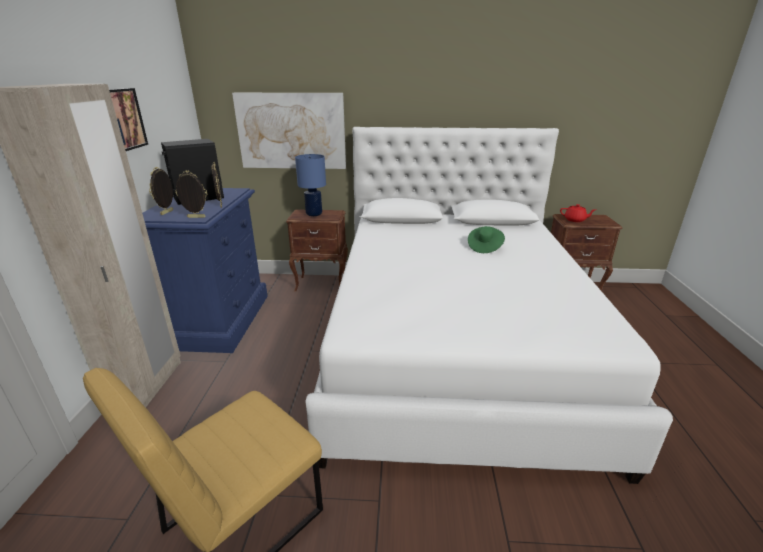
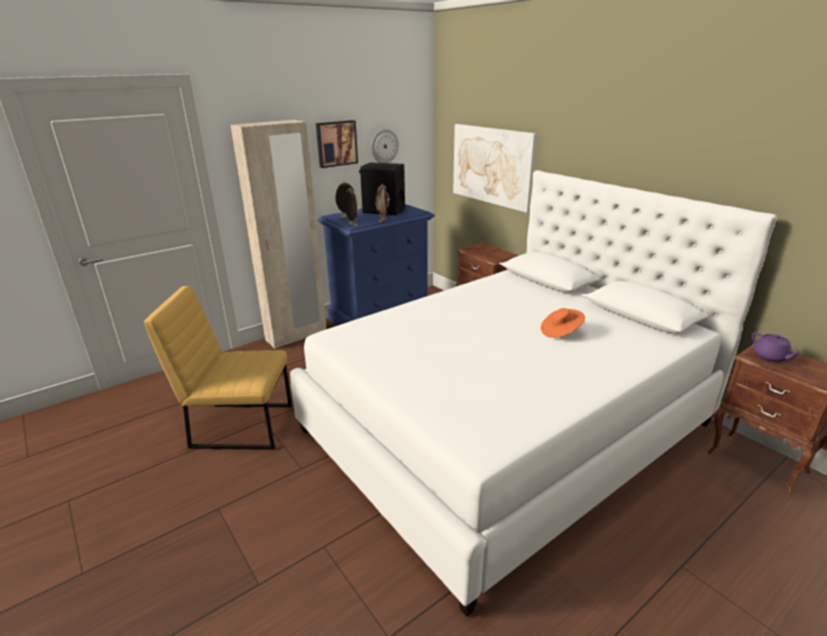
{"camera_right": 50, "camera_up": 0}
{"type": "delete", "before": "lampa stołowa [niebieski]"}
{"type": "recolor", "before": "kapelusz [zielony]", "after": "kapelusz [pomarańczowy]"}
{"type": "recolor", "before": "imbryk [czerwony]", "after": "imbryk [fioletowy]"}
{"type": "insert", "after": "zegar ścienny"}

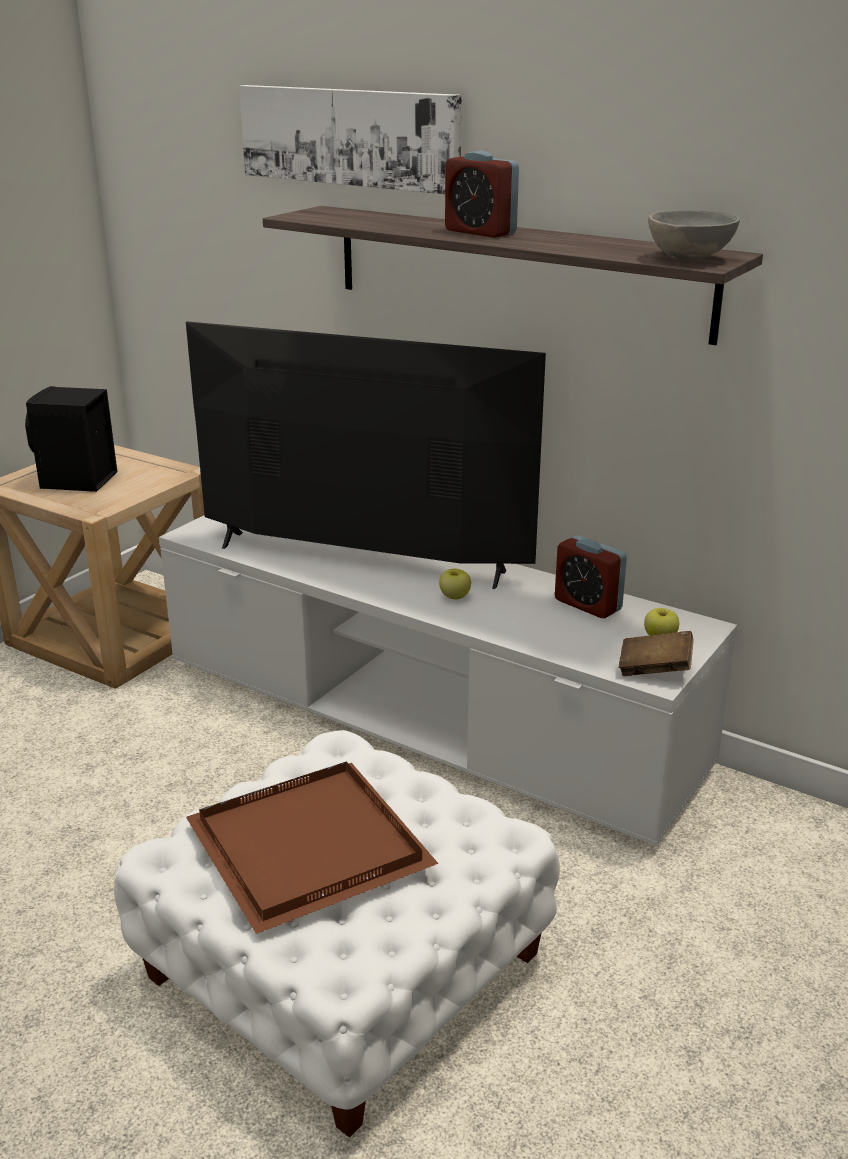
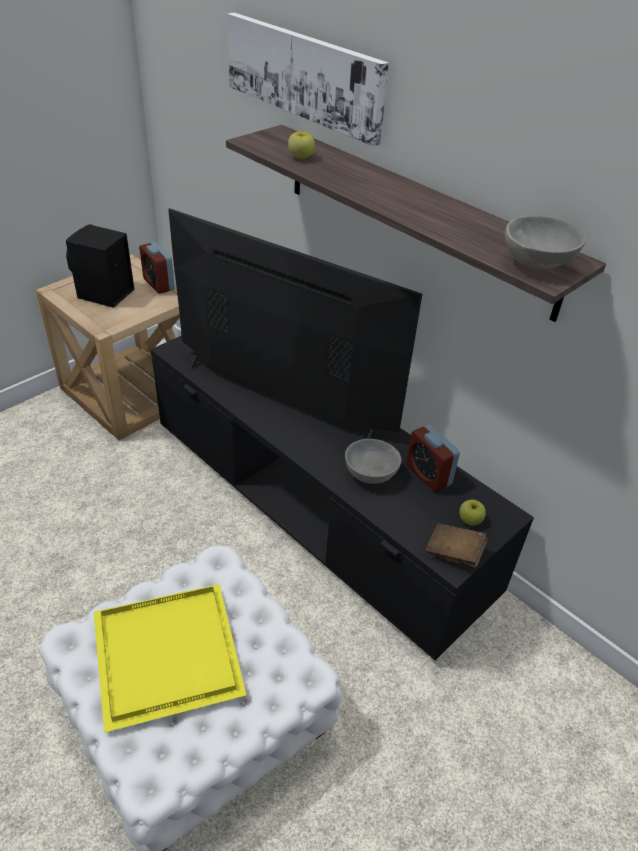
{"camera_right": 10, "camera_up": 15}
{"type": "recolor", "before": "szafka pod telewizor [biały]", "after": "szafka pod telewizor [czarny]"}
{"type": "recolor", "before": "taca [brązowy]", "after": "taca [żółty]"}
{"type": "move", "before": "jabłko (1st from left)"}
{"type": "move", "before": "budzik (1st from left)"}
{"type": "insert", "after": "miska [szary] (1st from left)"}

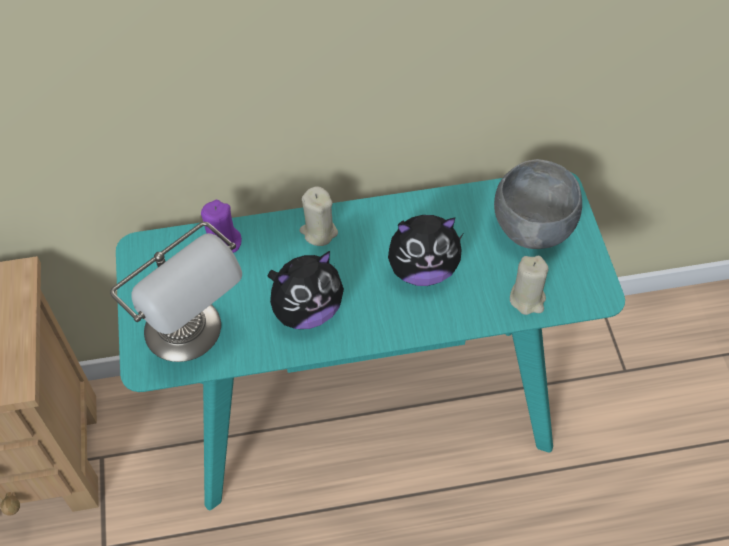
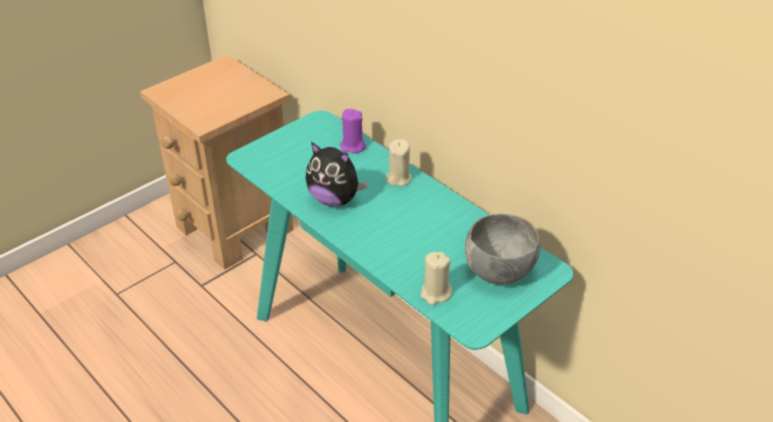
{"camera_right": 55, "camera_up": -15}
{"type": "delete", "before": "lampa stołowa [biały]"}
{"type": "delete", "before": "pluszak (2nd from left)"}

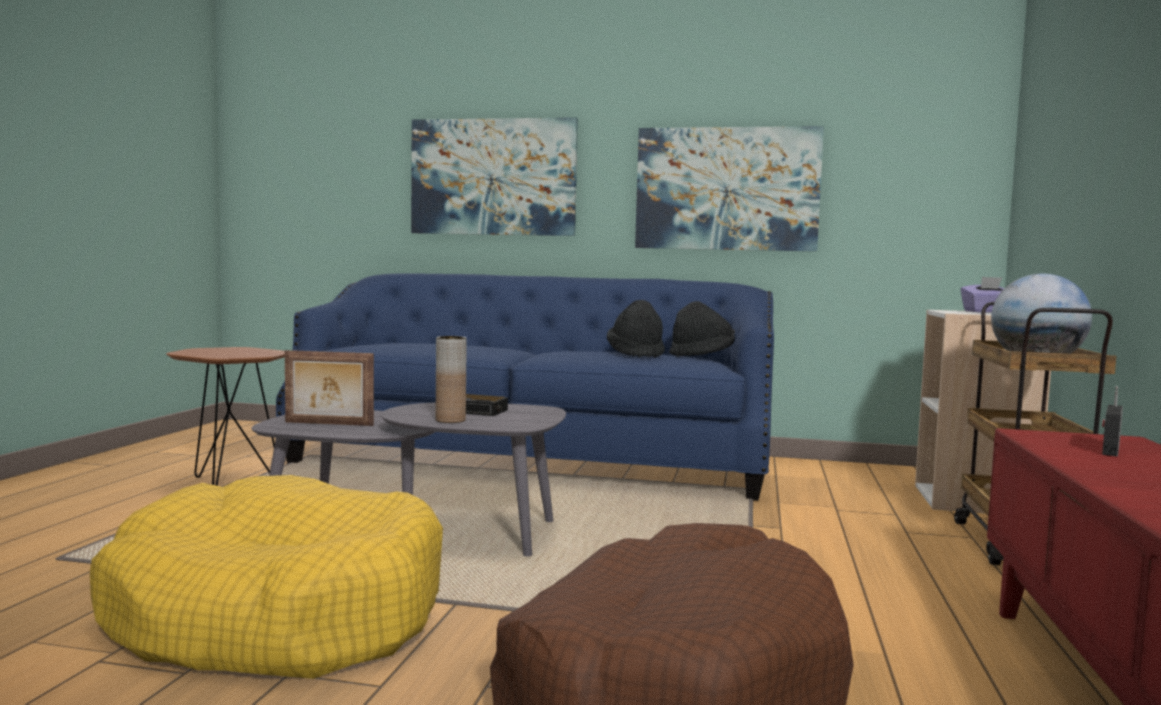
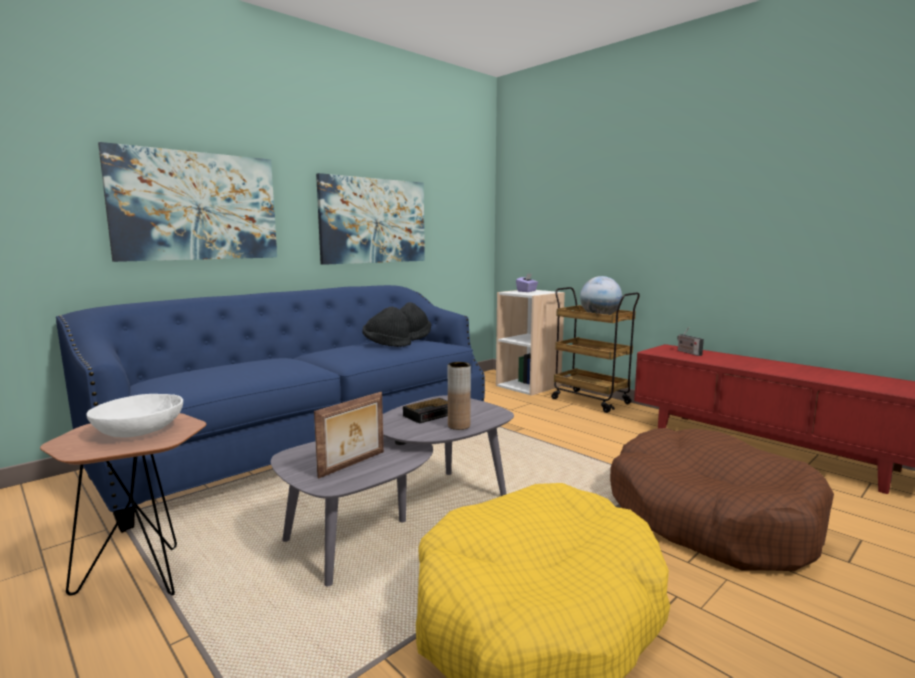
{"camera_right": -55, "camera_up": 5}
{"type": "insert", "after": "miska [biały]"}

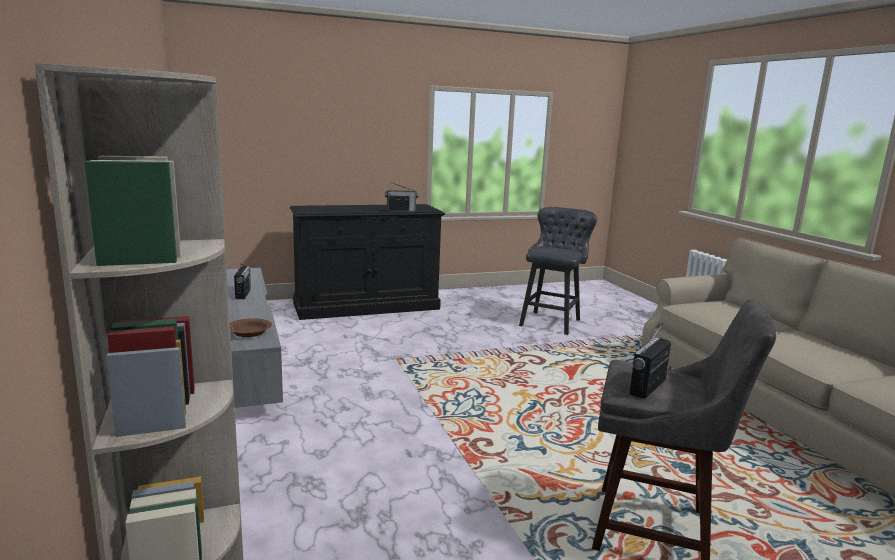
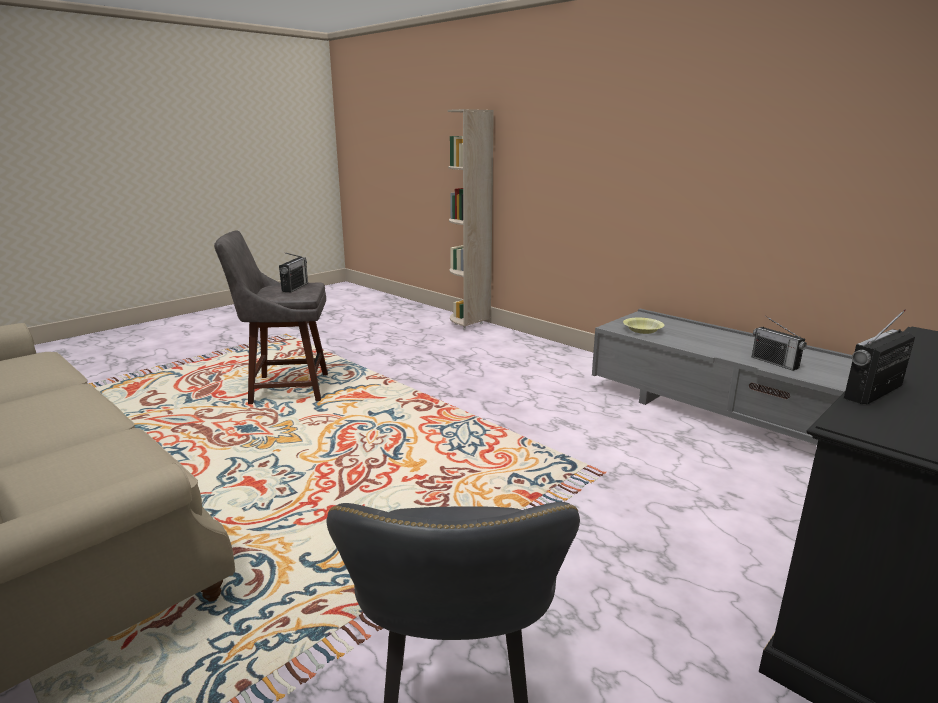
{"camera_right": 155, "camera_up": 5}
{"type": "recolor", "before": "miska [brązowy]", "after": "miska [żółty]"}

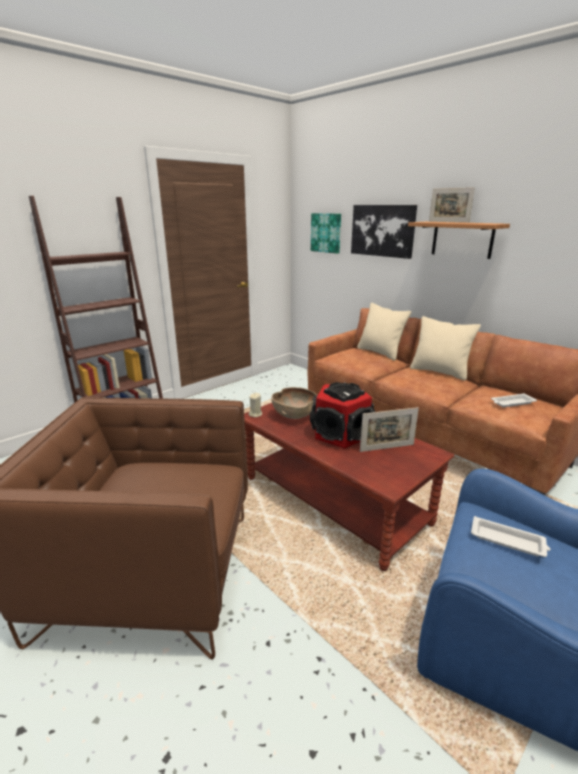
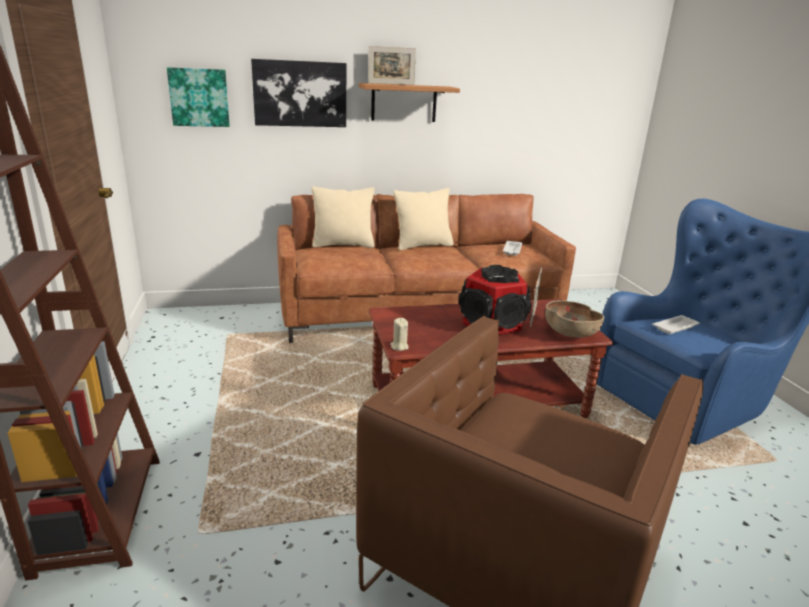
{"camera_right": -60, "camera_up": 0}
{"type": "move", "before": "miska [brązowy]"}

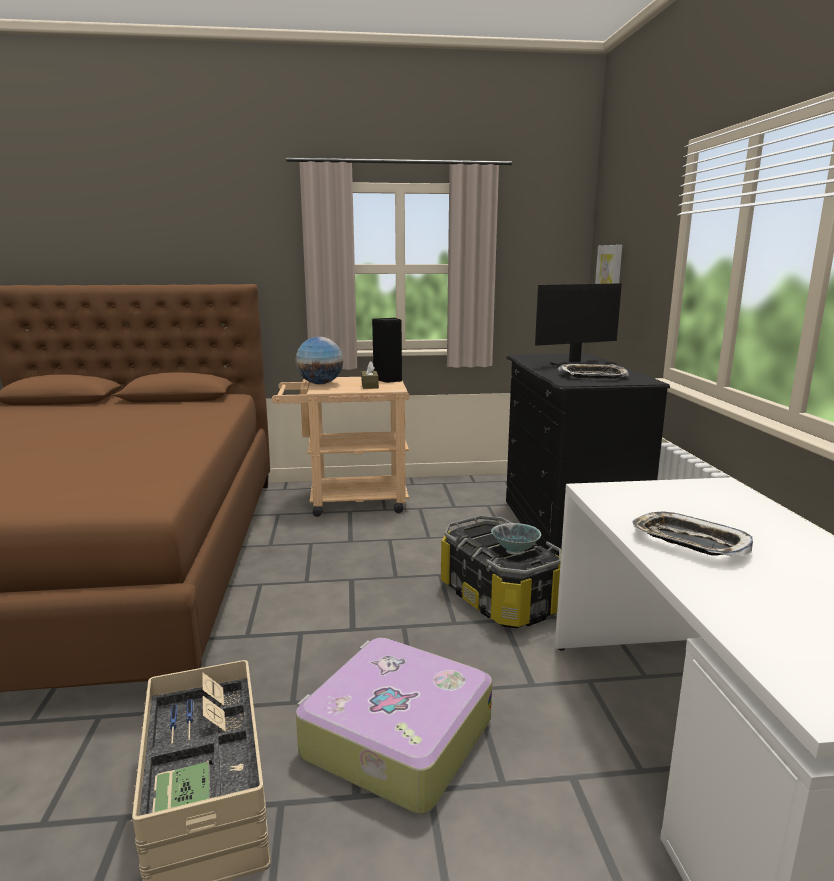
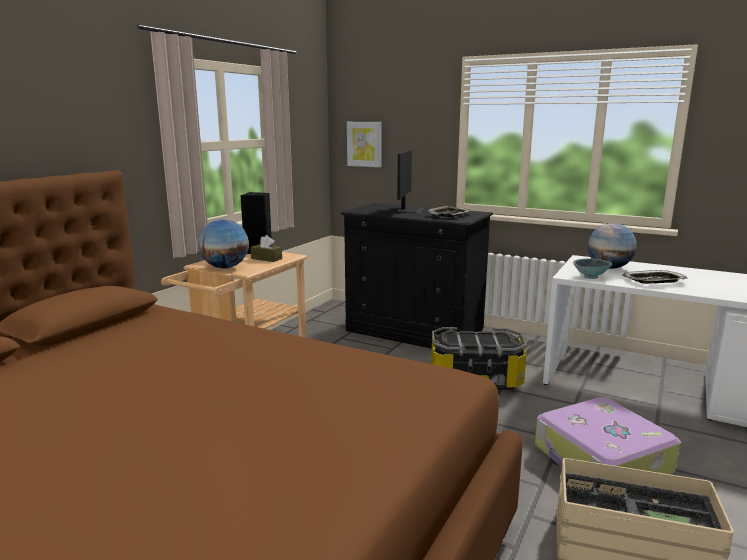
{"camera_right": -55, "camera_up": 0}
{"type": "move", "before": "miska"}
{"type": "insert", "after": "globus (2nd from left)"}

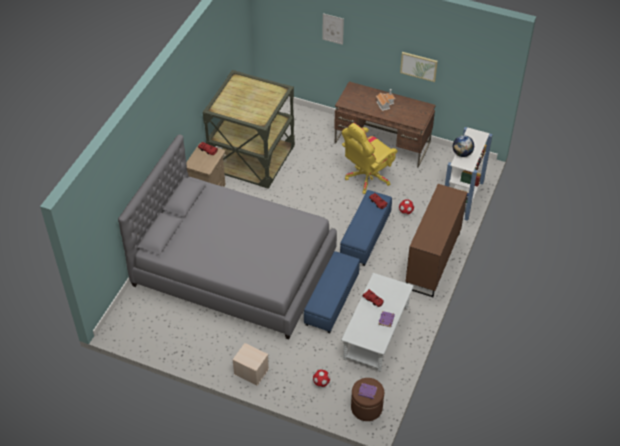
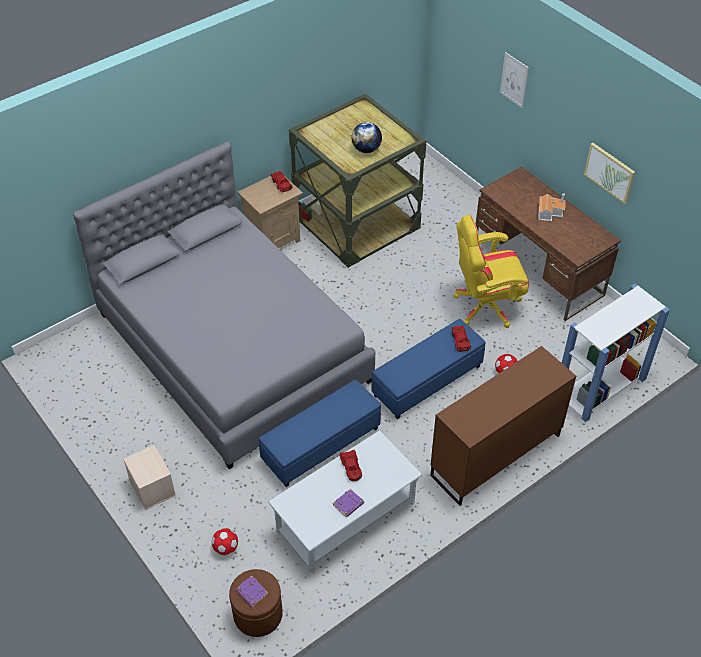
{"camera_right": 30, "camera_up": 0}
{"type": "move", "before": "globus"}

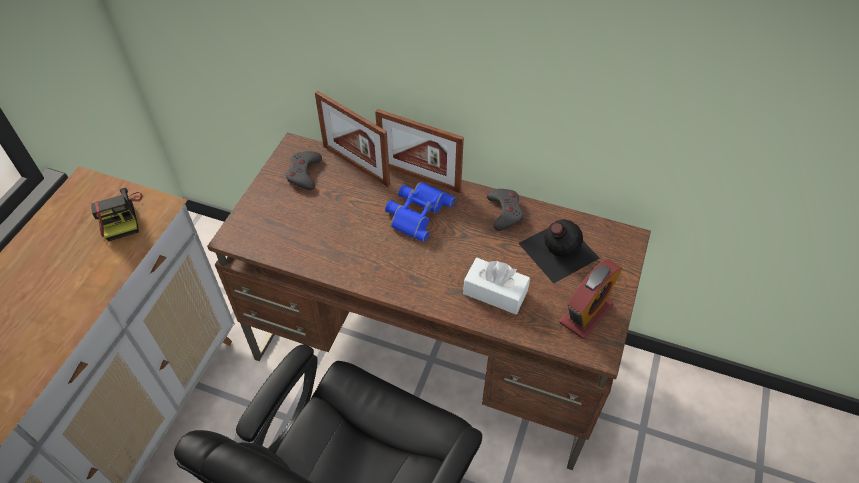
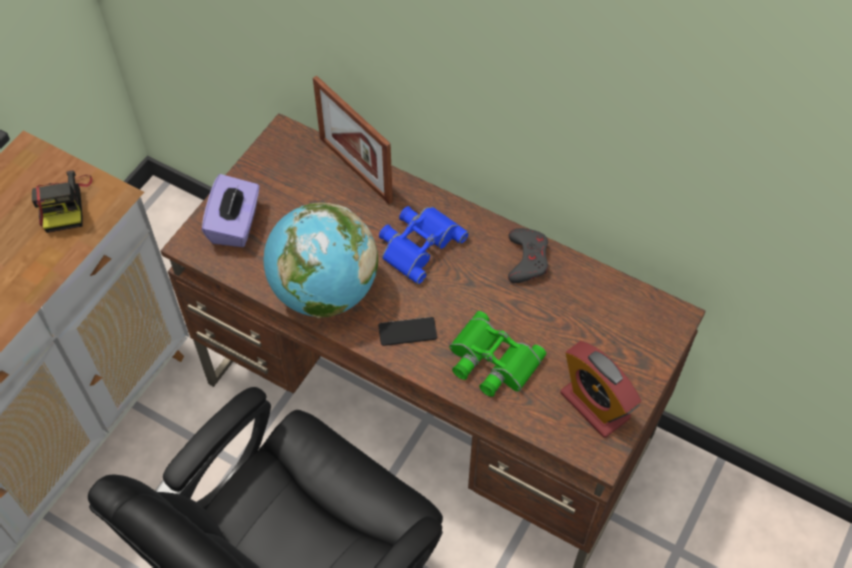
{"camera_right": 10, "camera_up": 5}
{"type": "delete", "before": "pad do gier [szary] (1st from left)"}
{"type": "delete", "before": "ramka na zdjęcie (2nd from left)"}
{"type": "replace", "before": "pudełko chusteczek [biały]", "after": "lornetka [zielony]"}
{"type": "delete", "before": "butelka [czarny]"}
{"type": "rotate", "before": "budzik", "turn": 90}
{"type": "insert", "after": "pudełko chusteczek [fioletowy]"}
{"type": "insert", "after": "globus"}
{"type": "insert", "after": "telefon"}

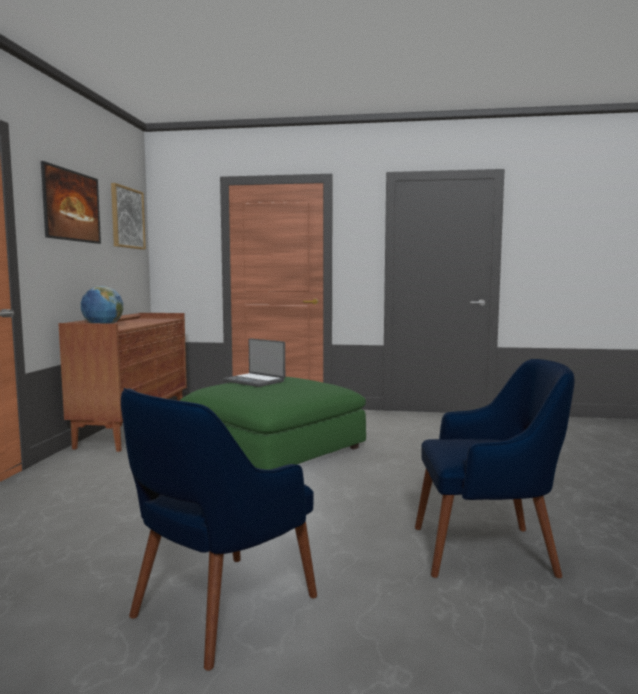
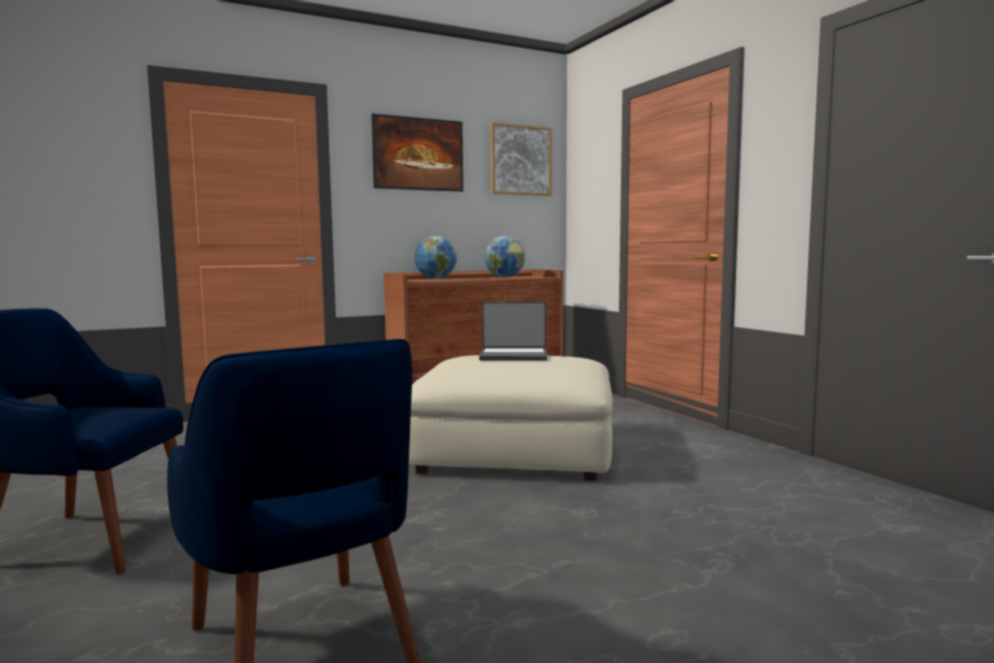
{"camera_right": 55, "camera_up": 0}
{"type": "recolor", "before": "pufa [zielony]", "after": "pufa [beżowy]"}
{"type": "rotate", "before": "laptop", "turn": -90}
{"type": "insert", "after": "globus (2nd from left)"}

